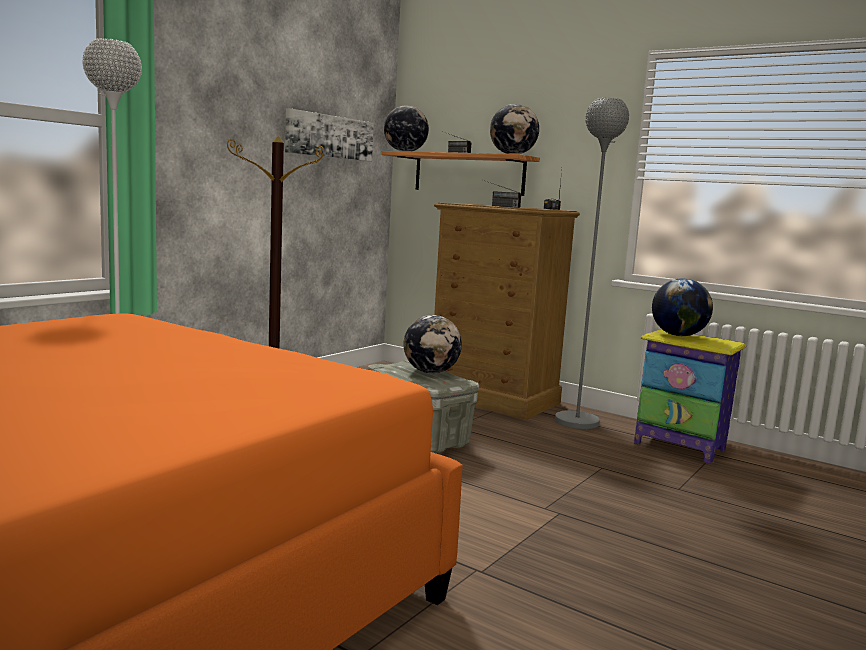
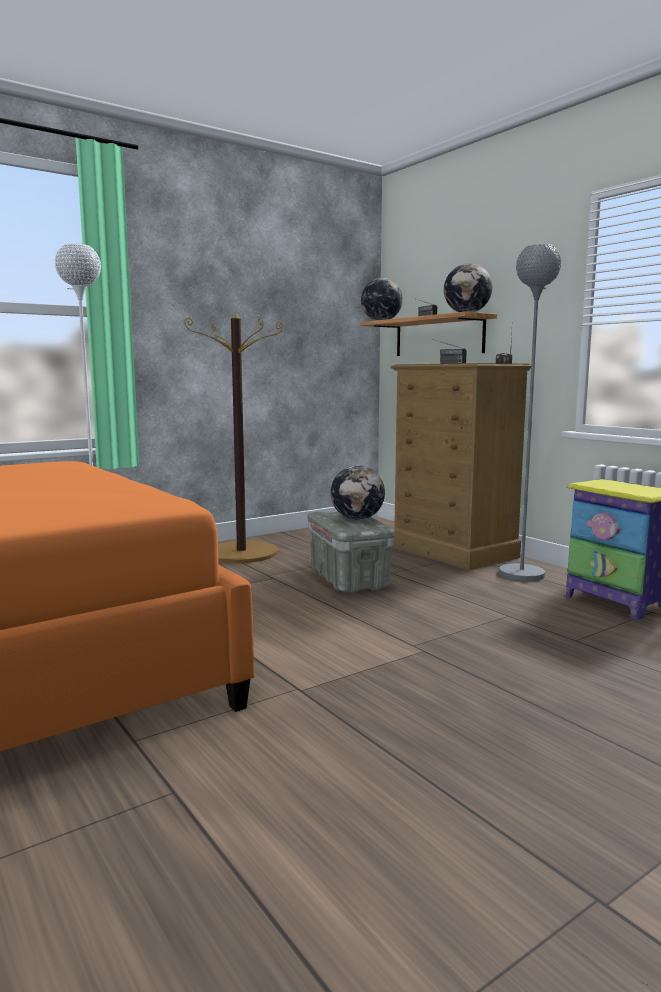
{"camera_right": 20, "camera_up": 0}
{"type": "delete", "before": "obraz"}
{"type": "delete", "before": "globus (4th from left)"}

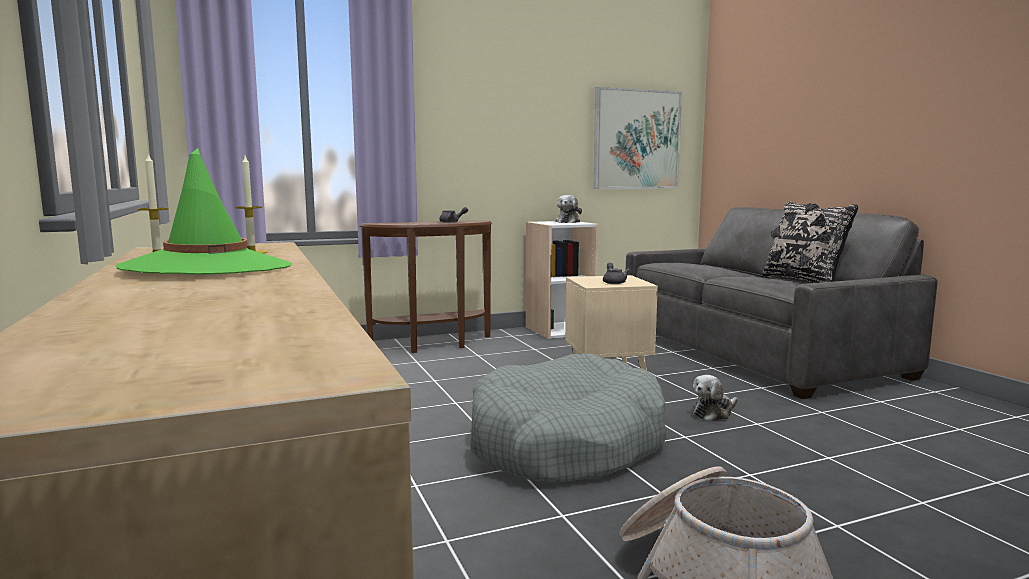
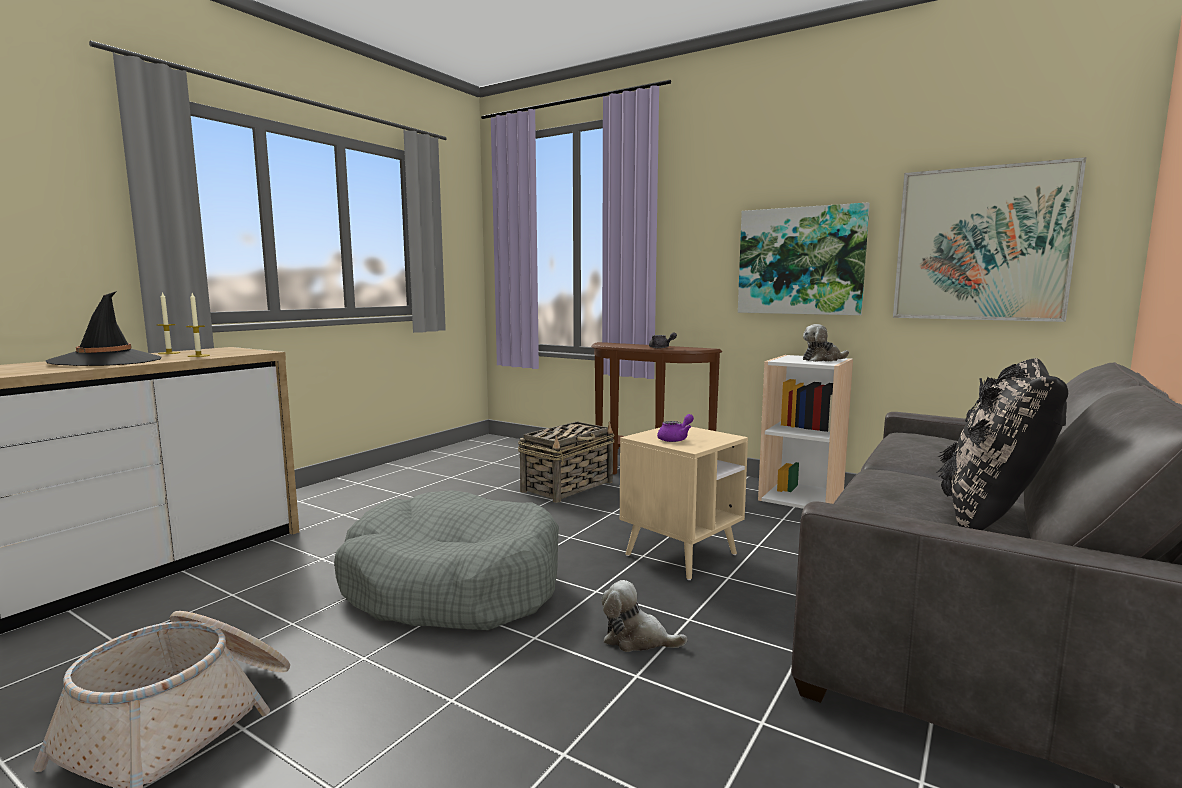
{"camera_right": 55, "camera_up": 0}
{"type": "recolor", "before": "kapelusz [zielony]", "after": "kapelusz [czarny]"}
{"type": "recolor", "before": "imbryk [szary] (2nd from left)", "after": "imbryk [fioletowy]"}
{"type": "insert", "after": "koszyk (2nd from left)"}
{"type": "insert", "after": "obraz (1st from left)"}

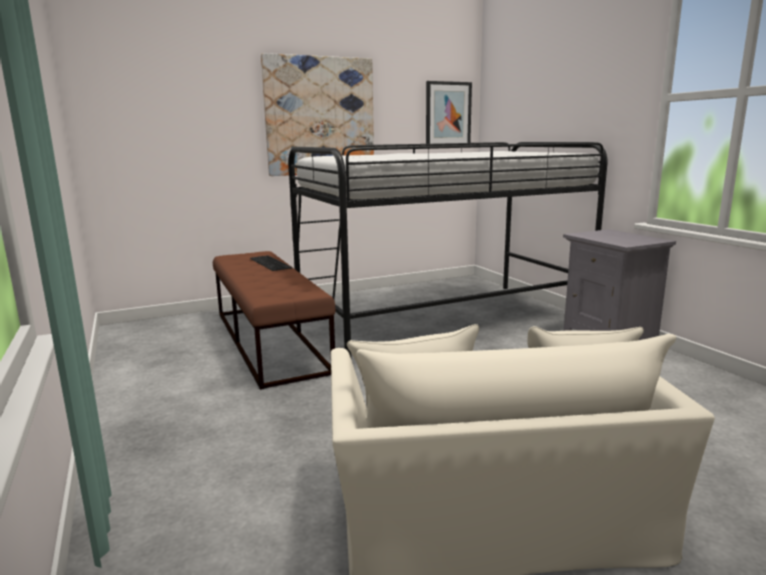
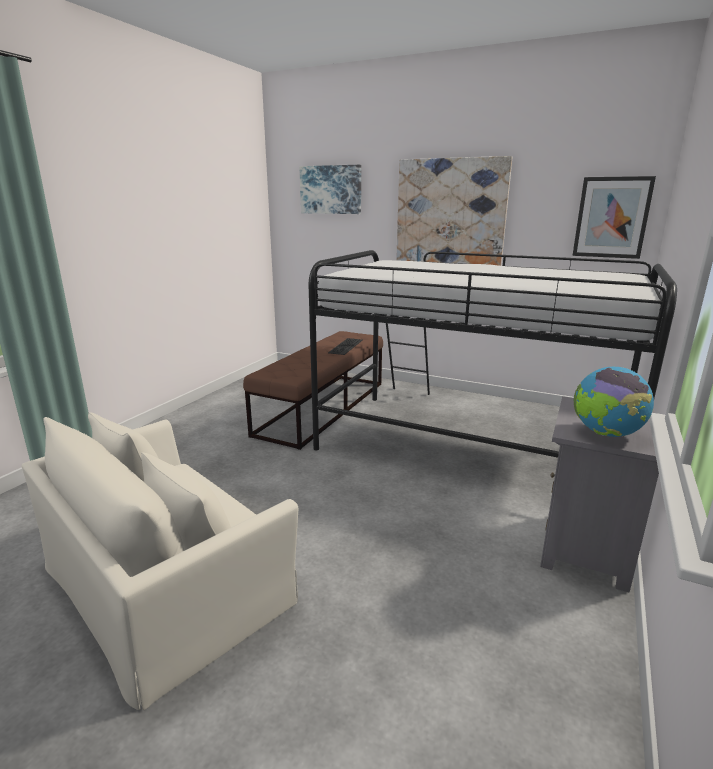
{"camera_right": 50, "camera_up": 5}
{"type": "insert", "after": "obraz (1st from left)"}
{"type": "insert", "after": "globus"}

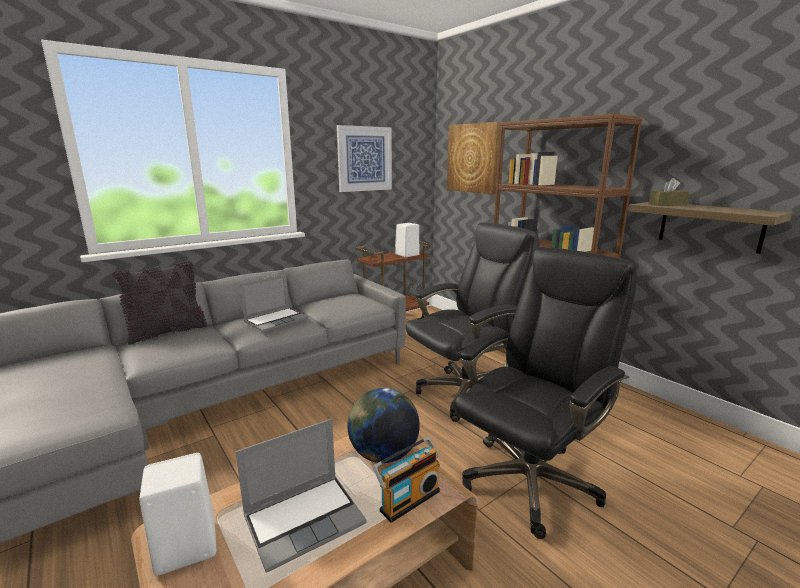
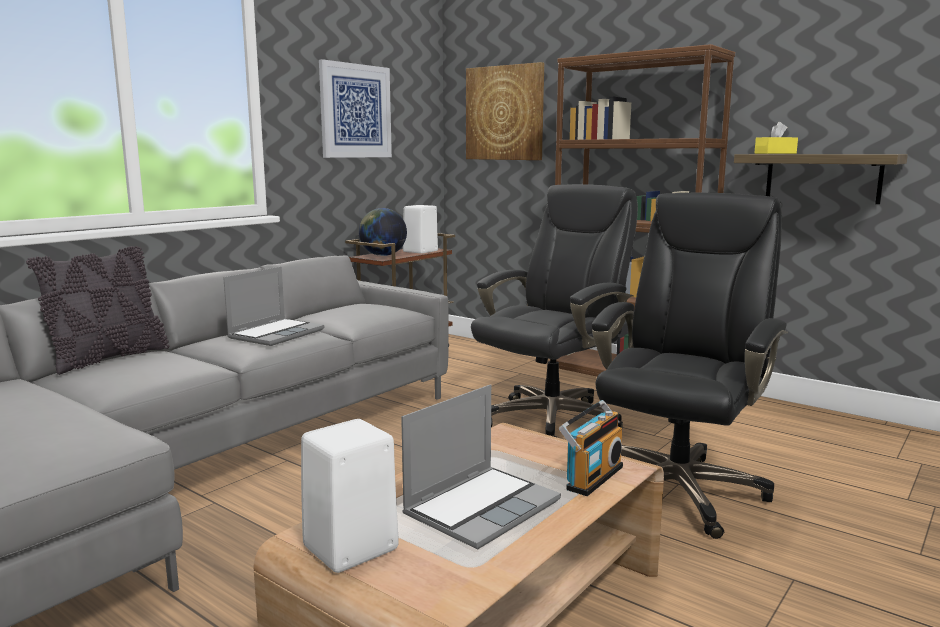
{"camera_right": -15, "camera_up": -5}
{"type": "move", "before": "globus"}
{"type": "recolor", "before": "pudełko chusteczek [brązowy]", "after": "pudełko chusteczek [żółty]"}

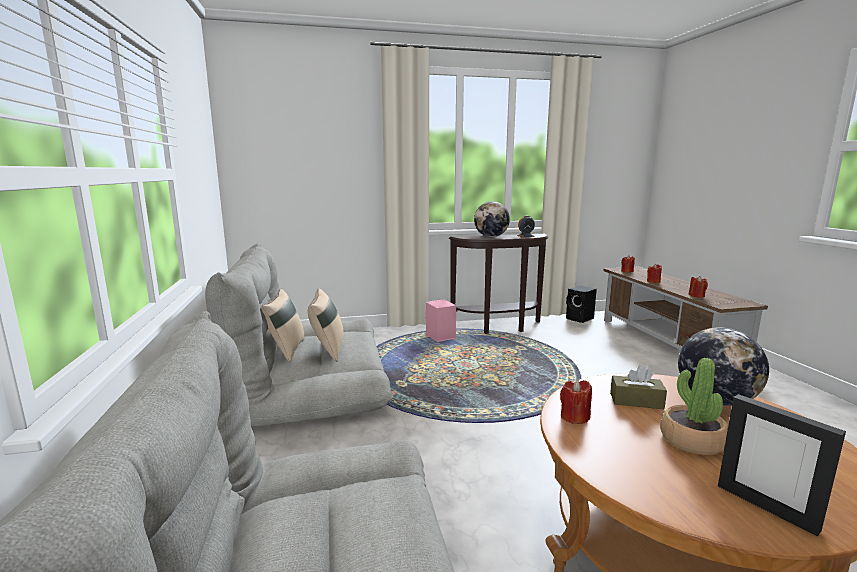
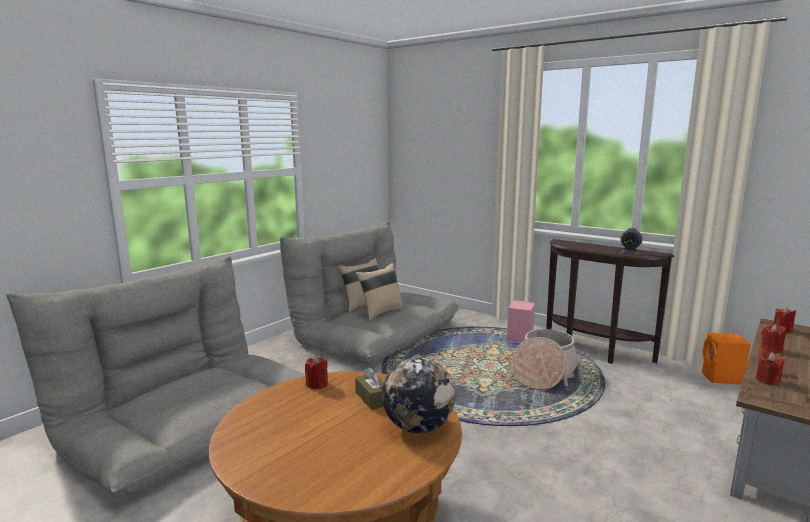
{"camera_right": 50, "camera_up": 0}
{"type": "delete", "before": "globus (1st from left)"}
{"type": "recolor", "before": "głośnik [czarny]", "after": "głośnik [pomarańczowy]"}
{"type": "delete", "before": "roślina doniczkowa"}
{"type": "delete", "before": "ramka na zdjęcie"}
{"type": "insert", "after": "koszyk"}

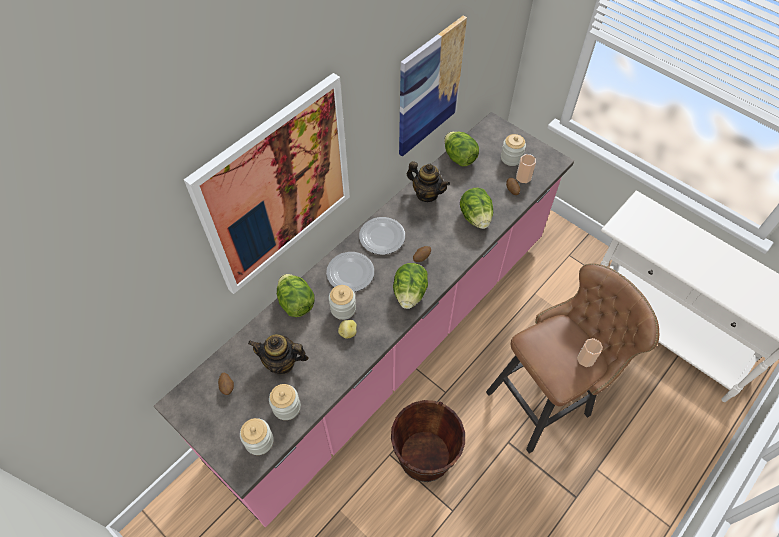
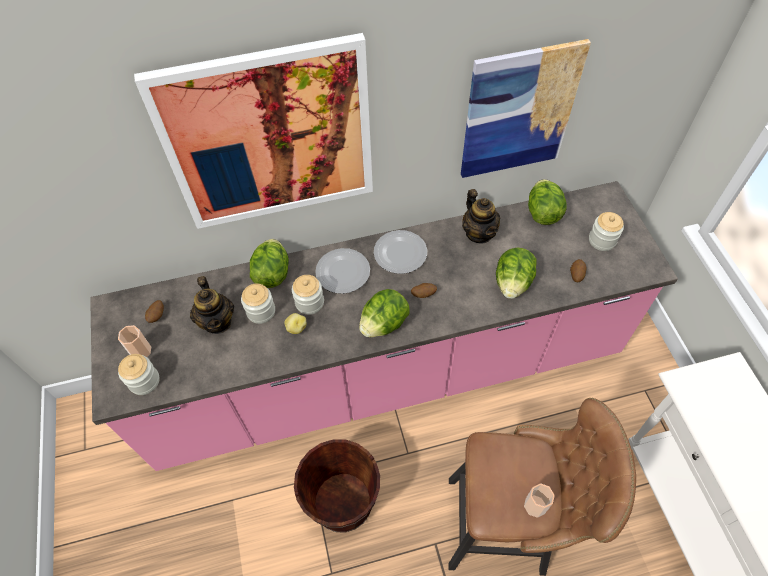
{"camera_right": 35, "camera_up": 0}
{"type": "rotate", "before": "imbryk (1st from left)", "turn": -150}
{"type": "move", "before": "słoik (2nd from left)"}
{"type": "move", "before": "filiżanka (1st from left)"}

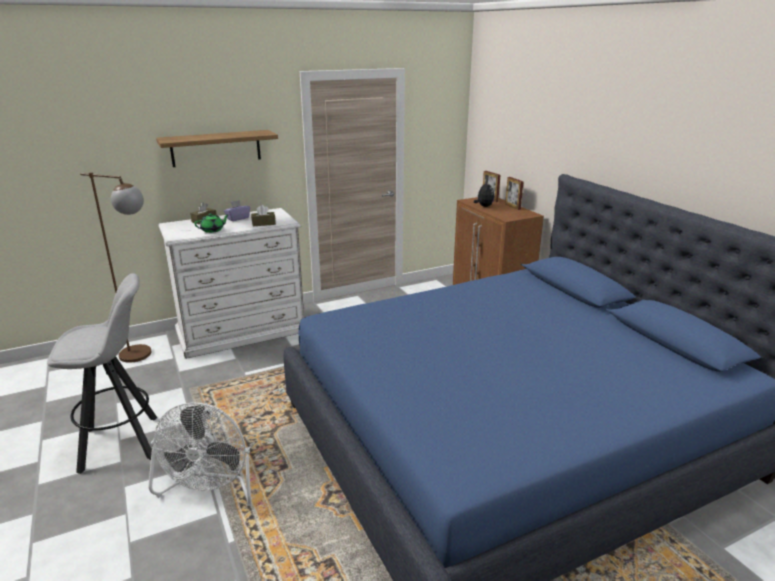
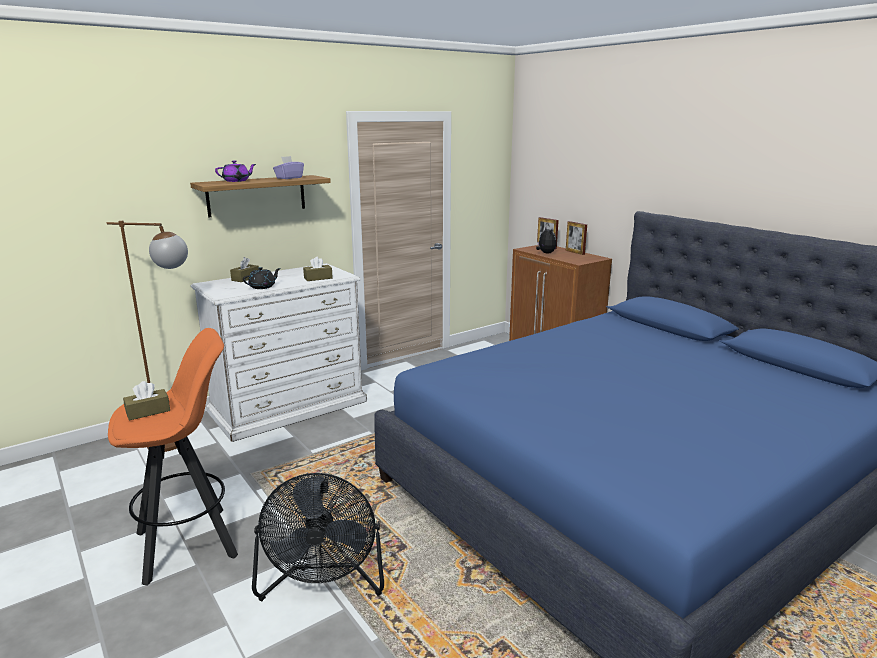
{"camera_right": -10, "camera_up": -5}
{"type": "recolor", "before": "stołek [szary]", "after": "stołek [pomarańczowy]"}
{"type": "recolor", "before": "wentylator [biały]", "after": "wentylator [czarny]"}
{"type": "recolor", "before": "imbryk [zielony]", "after": "imbryk [czarny]"}
{"type": "move", "before": "pudełko chusteczek [fioletowy]"}
{"type": "insert", "after": "pudełko chusteczek [brązowy] (1st from left)"}
{"type": "insert", "after": "imbryk [fioletowy]"}

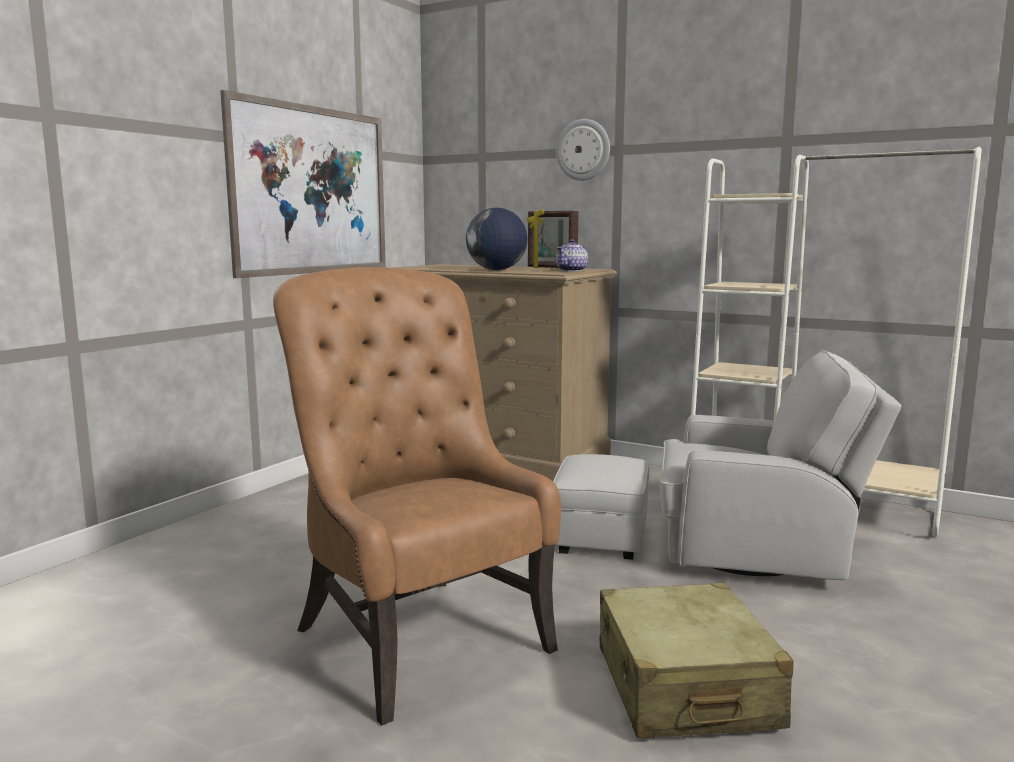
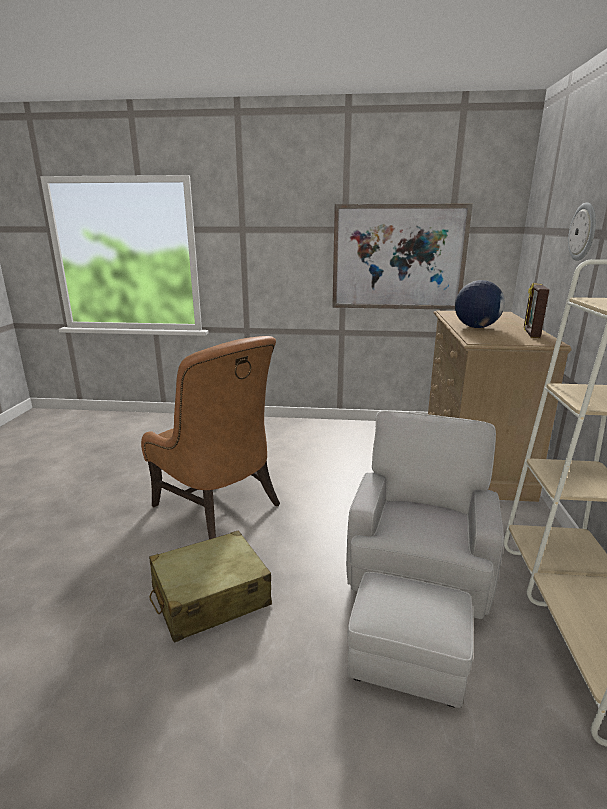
{"camera_right": 65, "camera_up": 10}
{"type": "rotate", "before": "krzesło [brązowy]", "turn": 105}
{"type": "rotate", "before": "fotel [biały]", "turn": -150}
{"type": "delete", "before": "imbryk"}

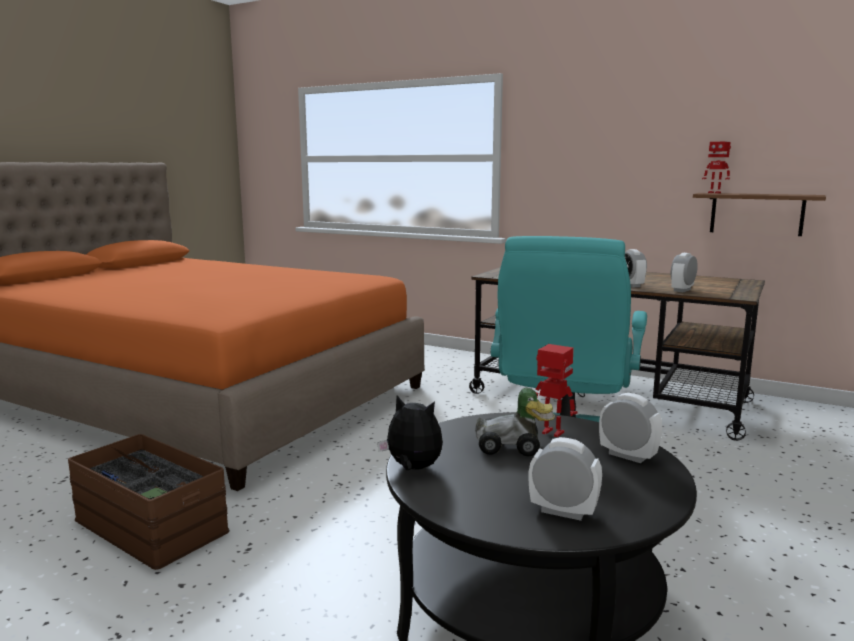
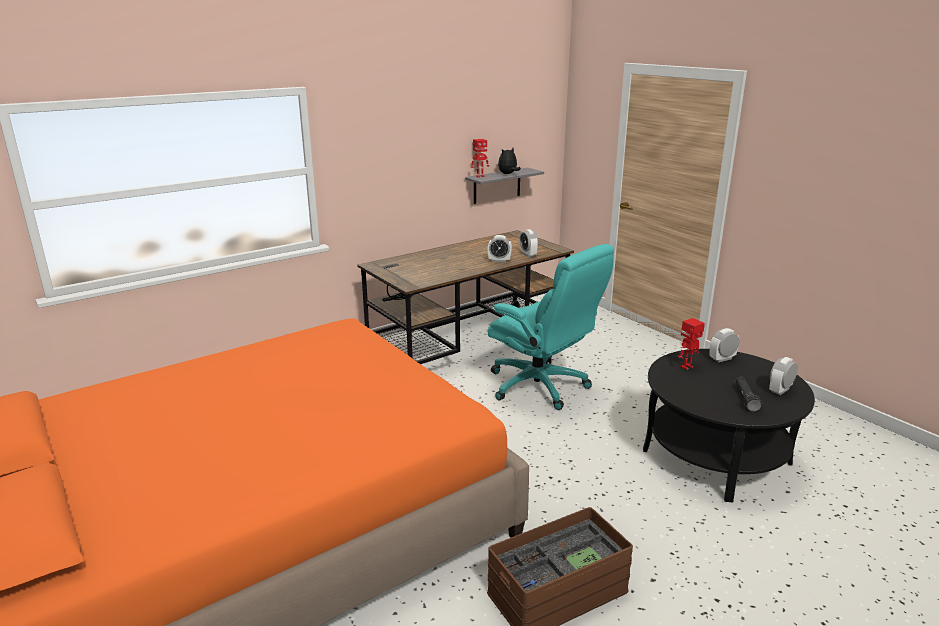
{"camera_right": -65, "camera_up": 10}
{"type": "move", "before": "pluszak"}
{"type": "delete", "before": "samochodzik"}
{"type": "recolor", "before": "półka [brązowy]", "after": "półka [szary]"}
{"type": "insert", "after": "latarka [czarny]"}

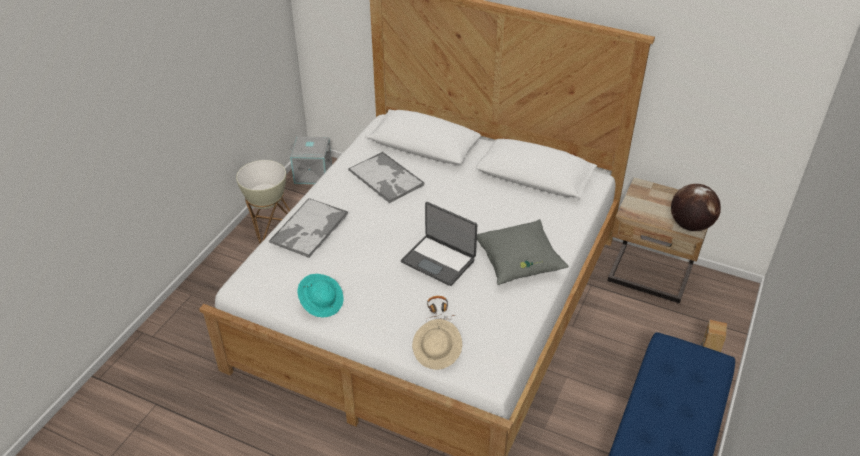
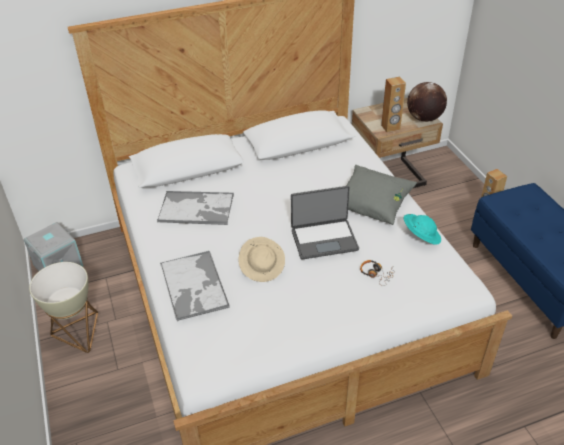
{"camera_right": -45, "camera_up": 0}
{"type": "move", "before": "kapelusz [turkusowy]"}
{"type": "move", "before": "kapelusz [beżowy]"}
{"type": "insert", "after": "głośnik [brązowy] (1st from left)"}

